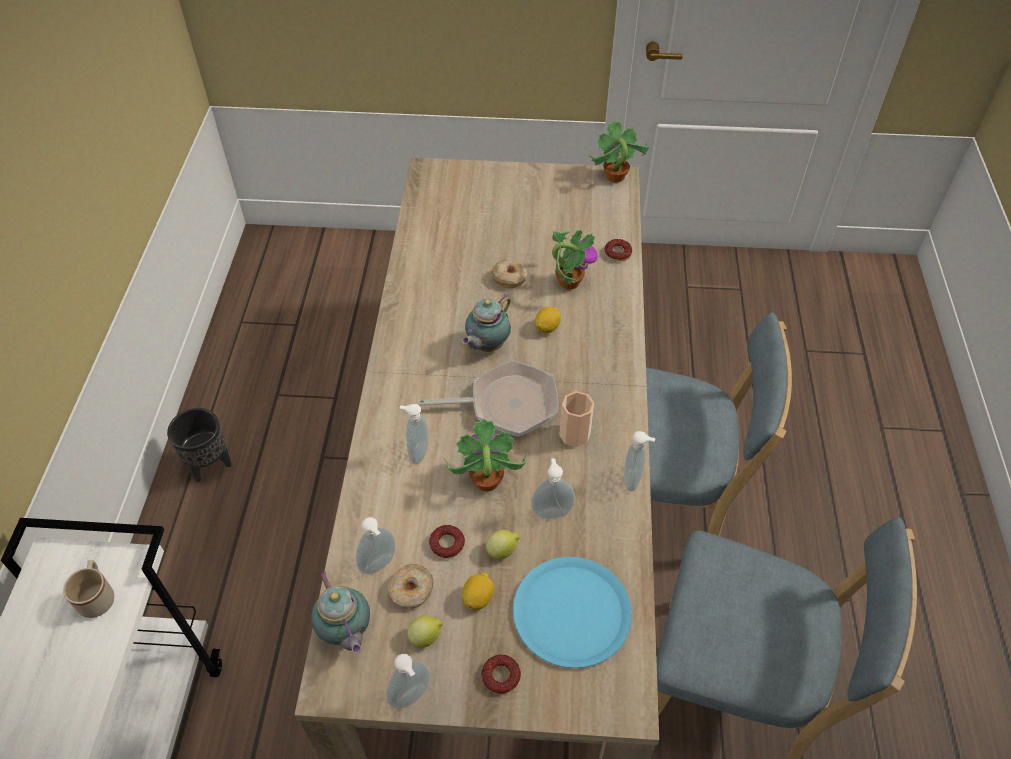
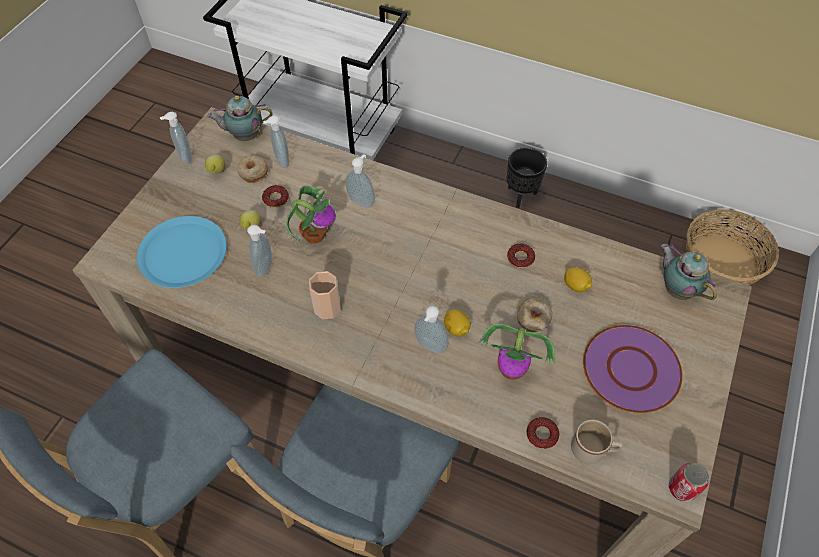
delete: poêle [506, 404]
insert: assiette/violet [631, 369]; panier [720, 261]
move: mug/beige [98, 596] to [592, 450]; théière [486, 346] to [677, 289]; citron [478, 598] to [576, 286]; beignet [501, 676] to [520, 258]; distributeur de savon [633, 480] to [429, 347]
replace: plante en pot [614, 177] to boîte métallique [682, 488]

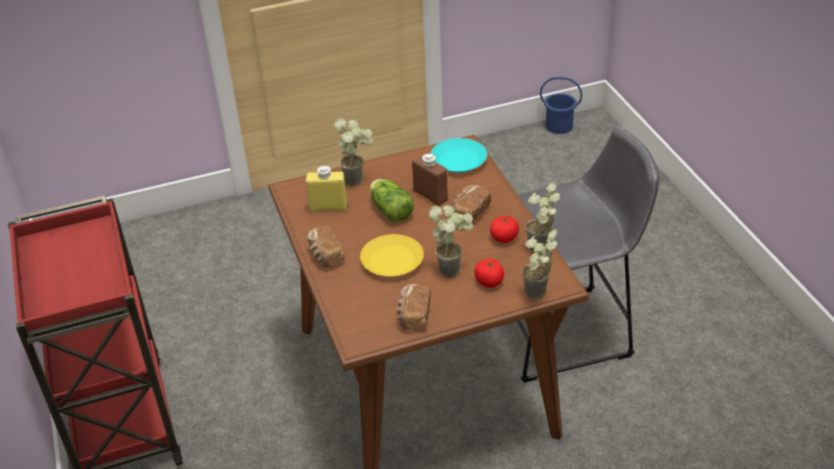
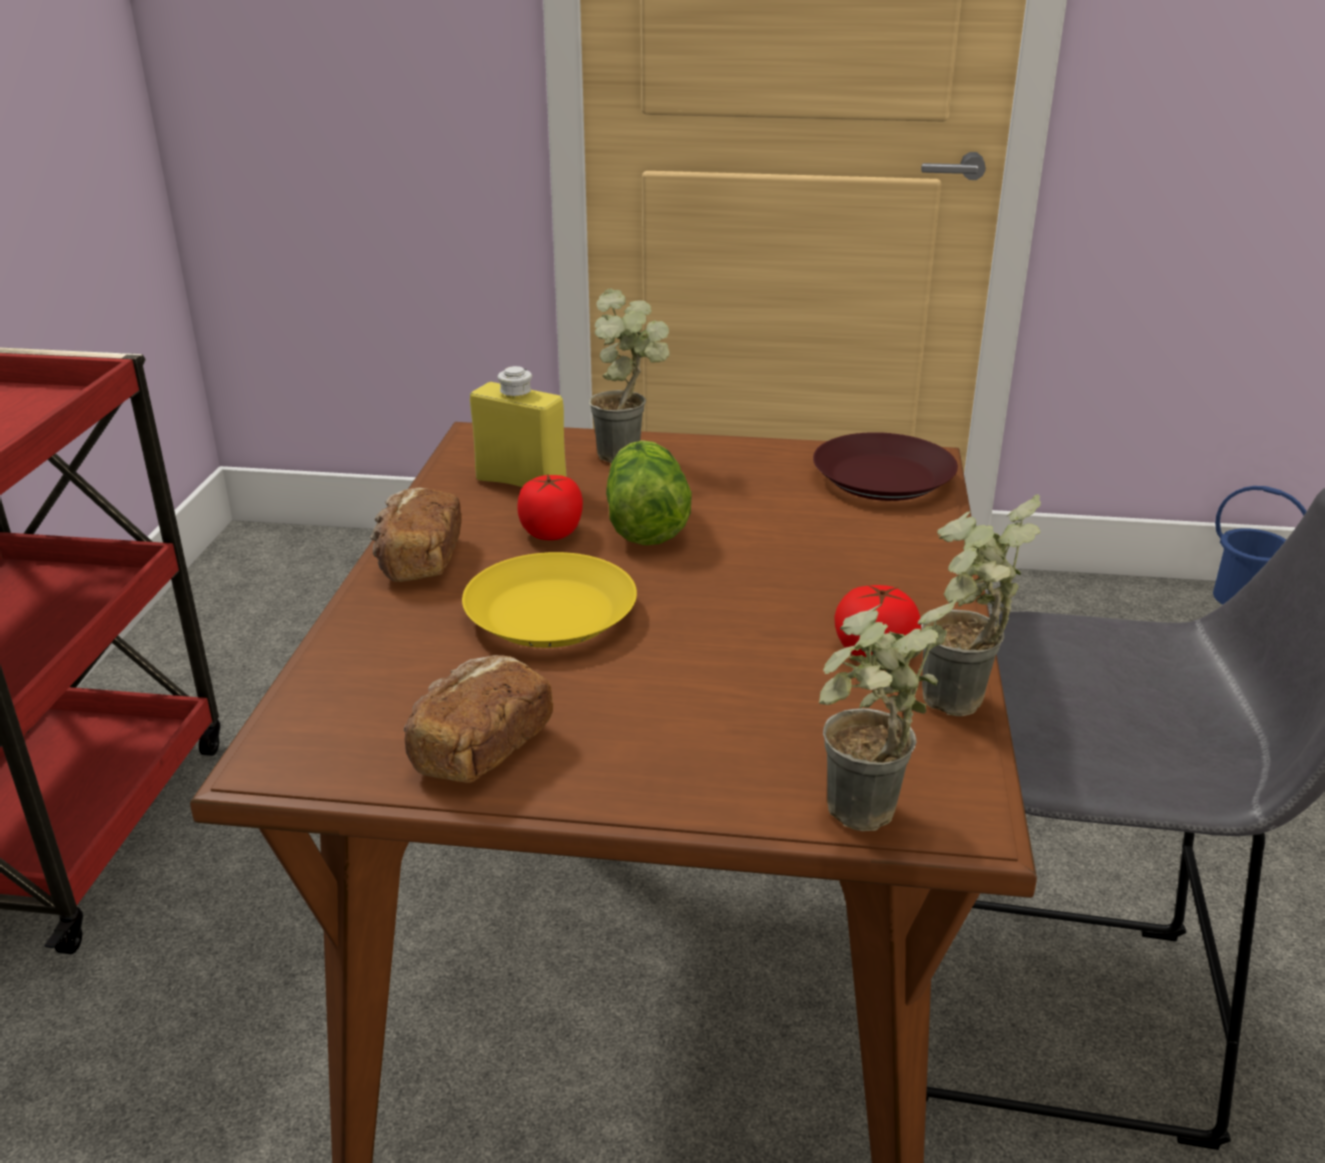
delete: bouteille/marron [430, 195]; plante en pot [453, 268]; pain [469, 213]
move: tomate [489, 282] to [551, 532]
recolor: assiette/turquoise [459, 161] to assiette/marron [883, 479]

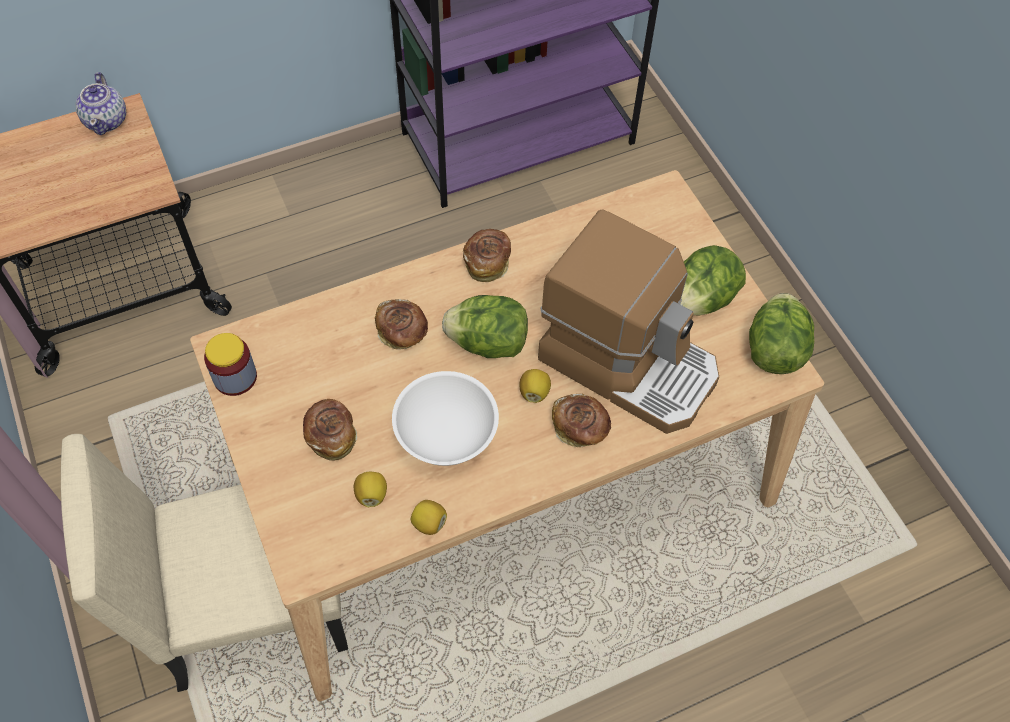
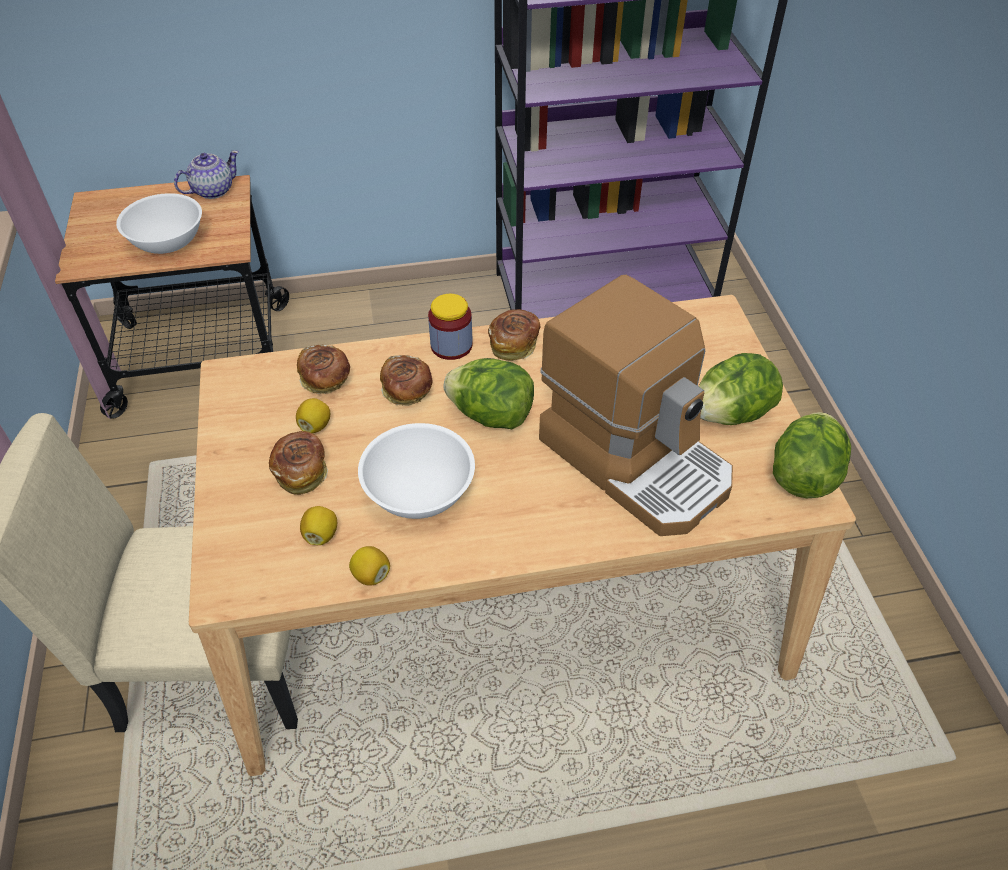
insert: bol/blanc [168, 242]
move: bocal [235, 377] to [451, 345]; citron [534, 392] to [315, 425]; pain [580, 428] to [326, 380]
rotate: théière [107, 120] = [212, 190] 135 degrees counterclockwise

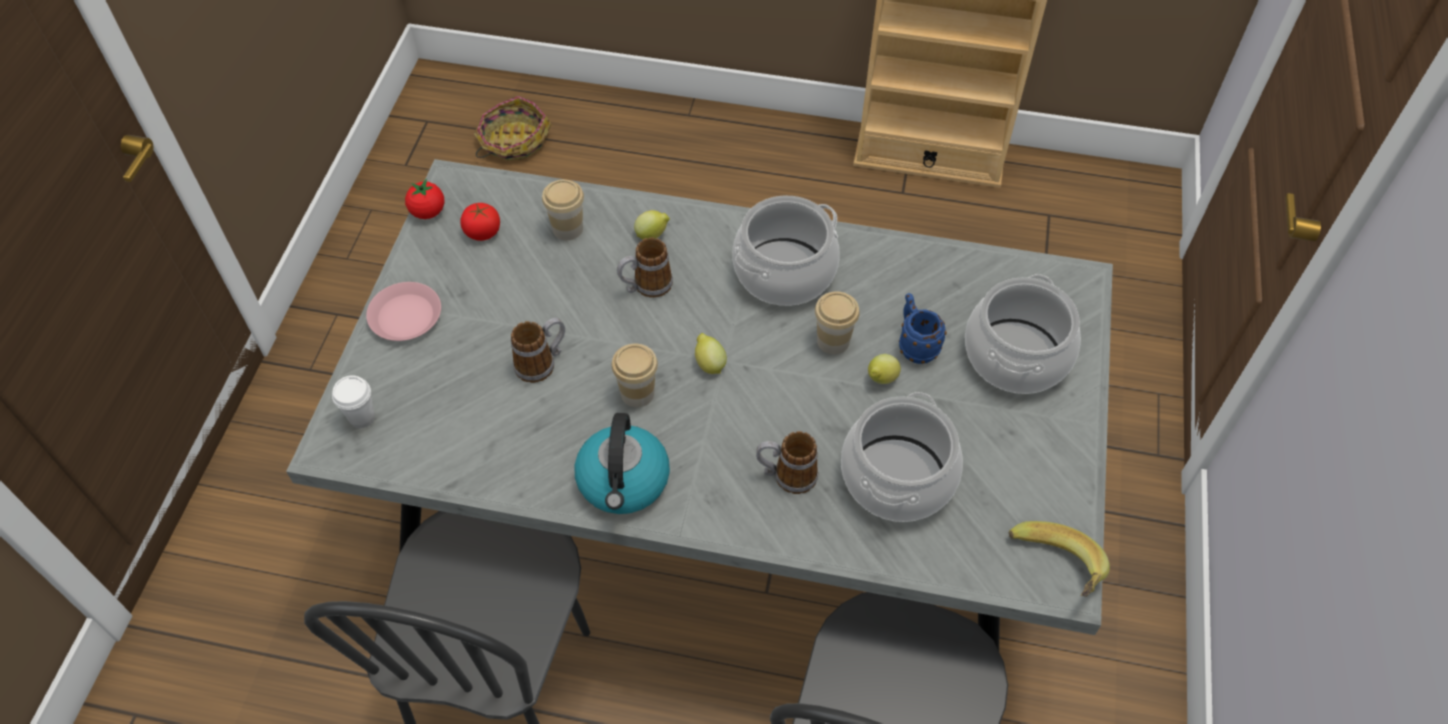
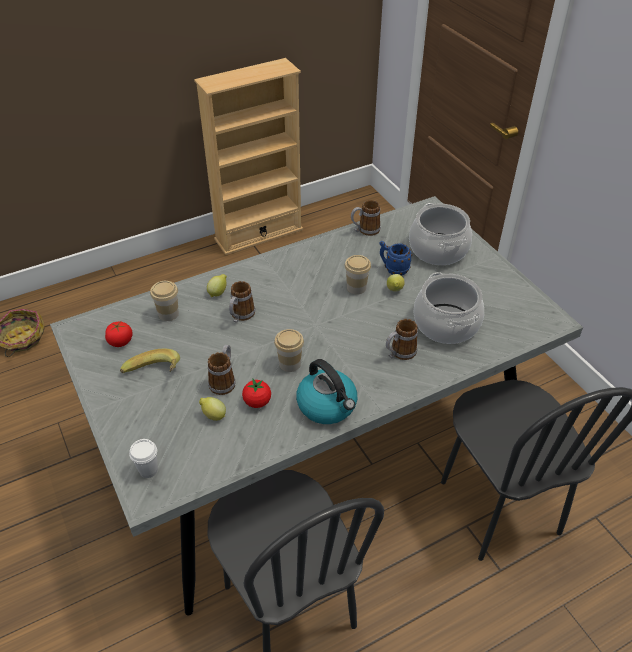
delete: assiette/rose [405, 317]; marmite [784, 271]
insert: mug [365, 230]
move: tomate [428, 212] to [257, 402]; citron [709, 364] to [213, 415]; banane [1053, 571] to [154, 376]

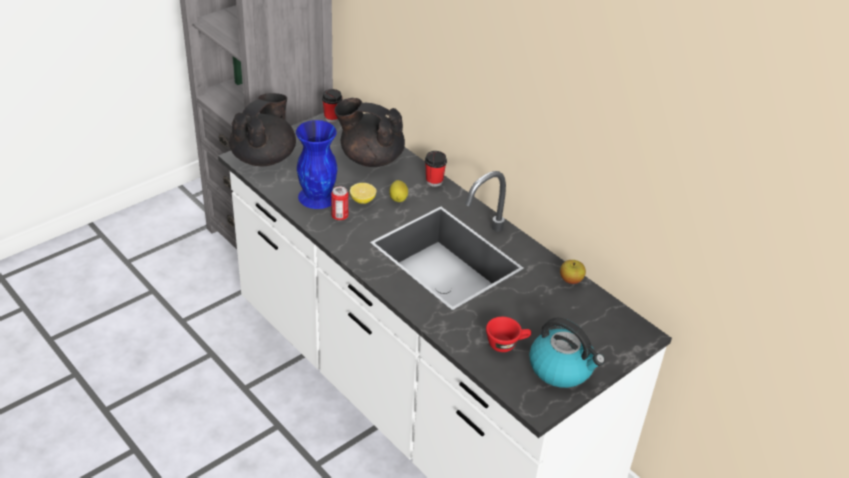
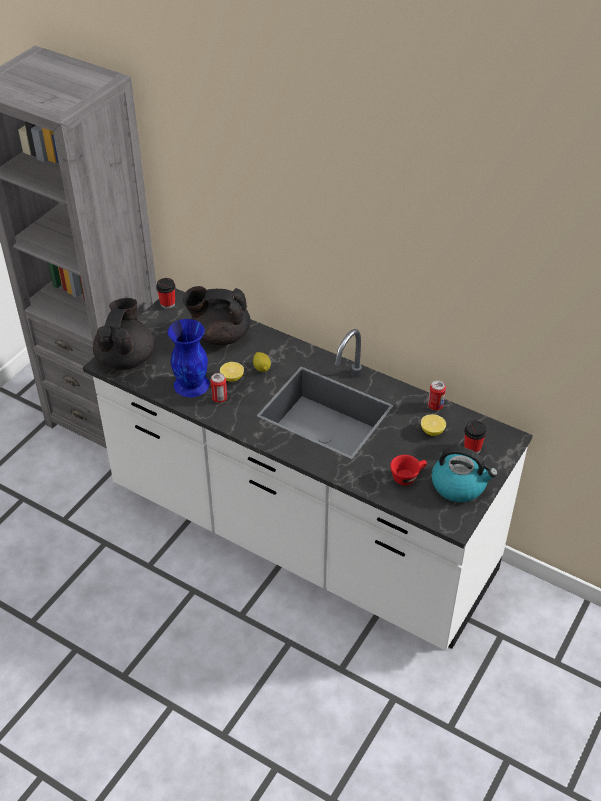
insert: citron [432, 431]
move: tasse [434, 181] to [472, 448]
replace: pomme [571, 280] to boîte métallique [435, 406]

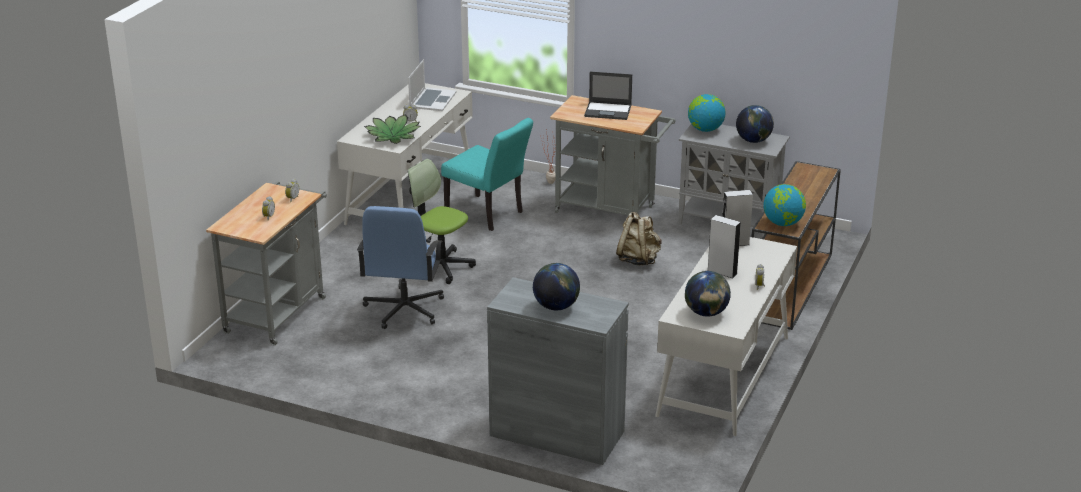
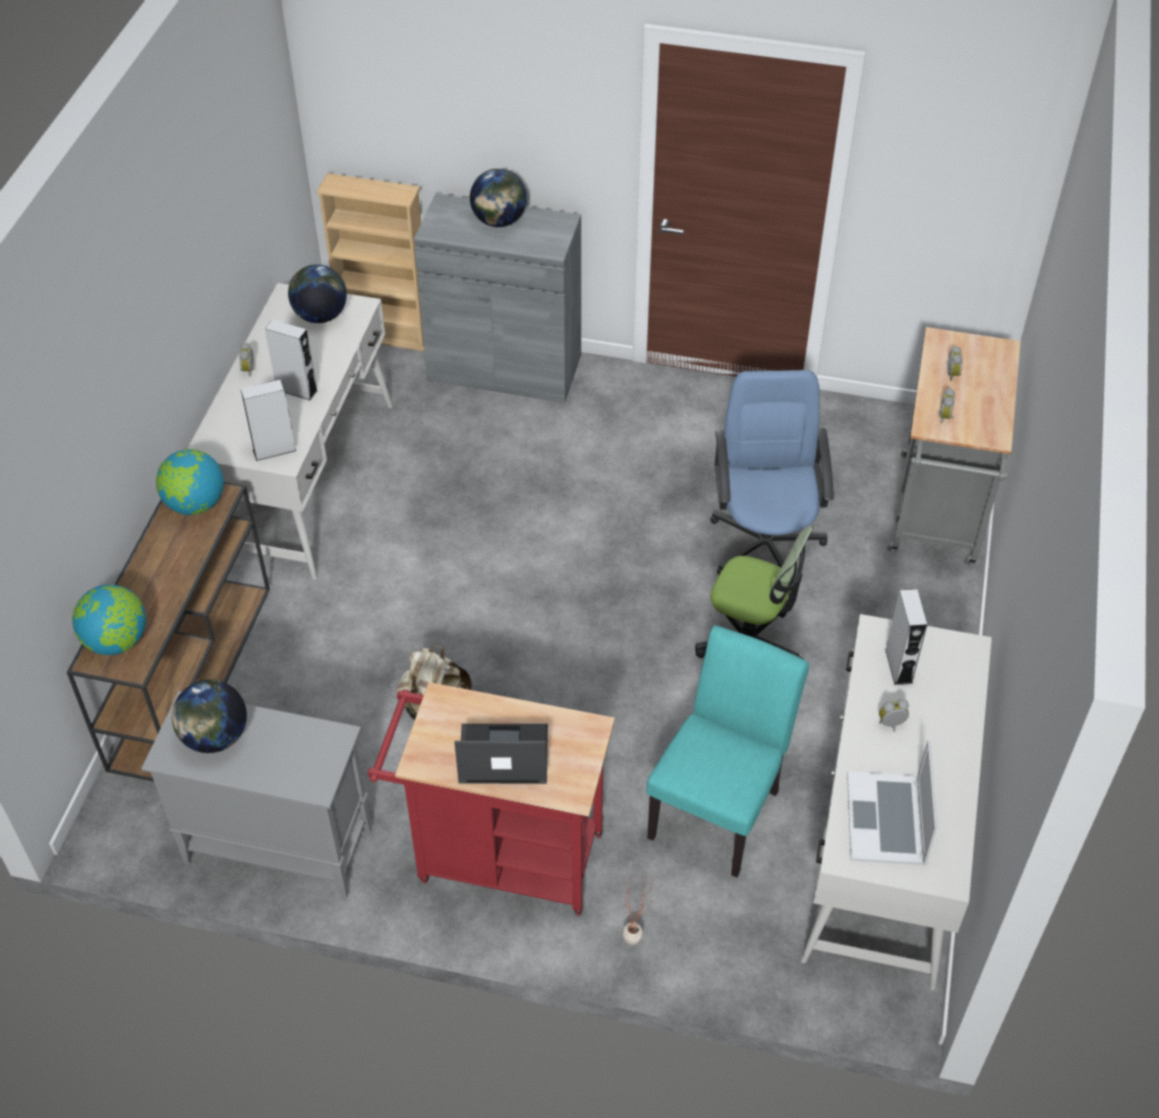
insert: bibliothèque/beige [385, 334]
move: globe [705, 129] to [117, 641]
replace: plante en pot [393, 136] to enceinte/gris [898, 666]
recolor: chariot/gris [611, 210] to chariot/rouge [499, 856]
rotate: chaise/turquoise [488, 215] = [719, 806] 90 degrees clockwise

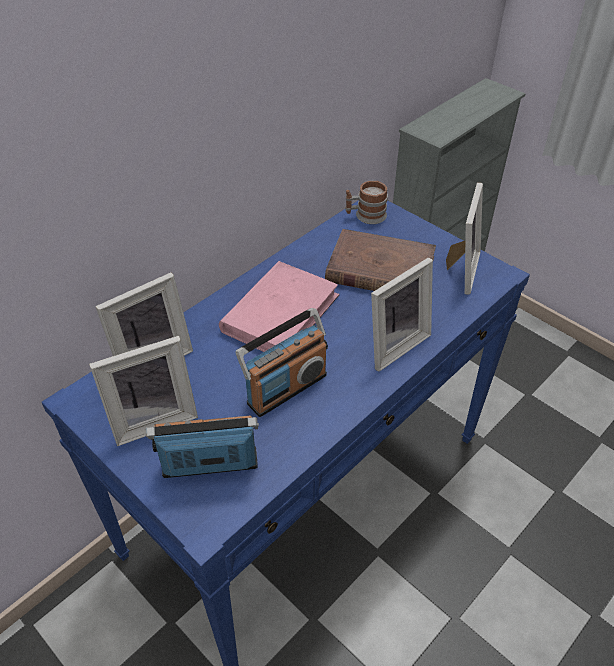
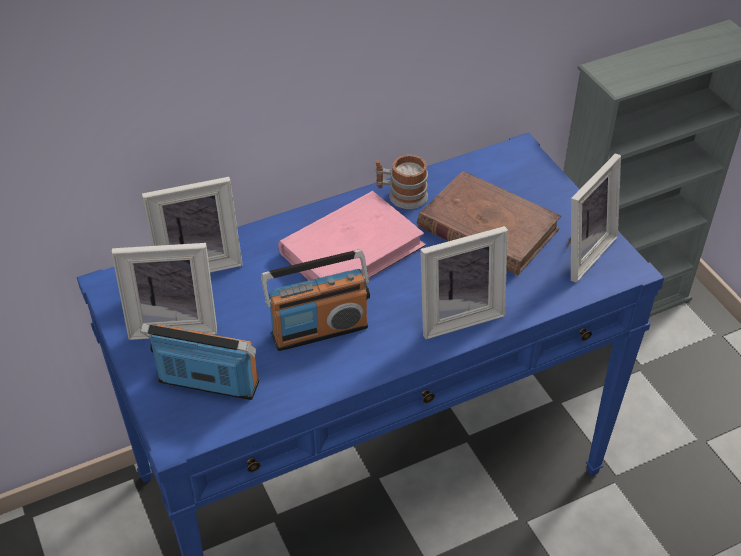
move: mug [365, 216] to [401, 195]

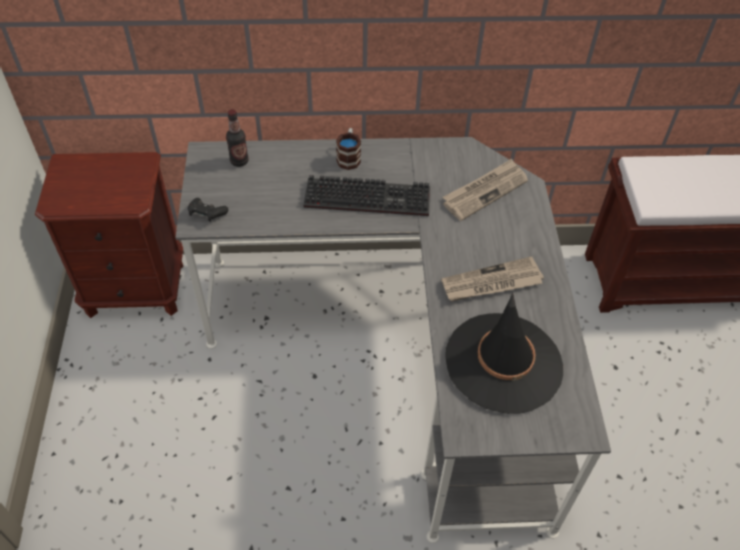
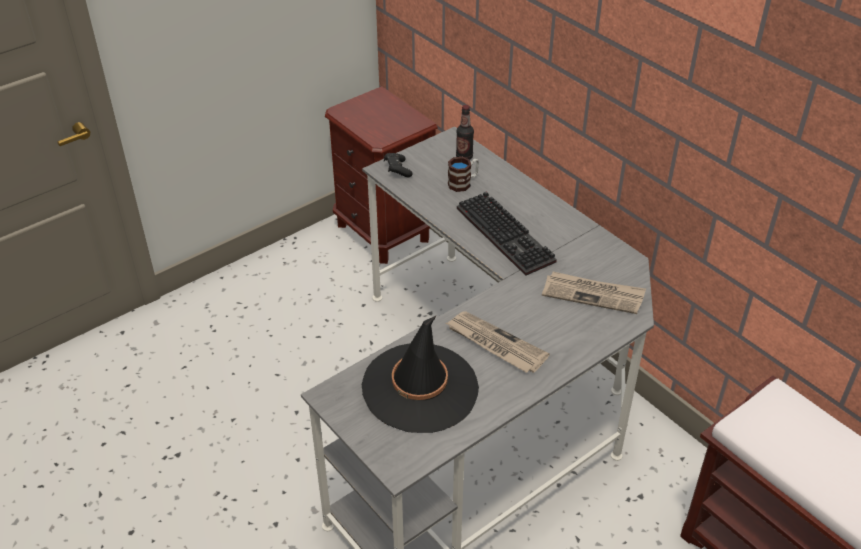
move: mug [349, 157] to [463, 183]

